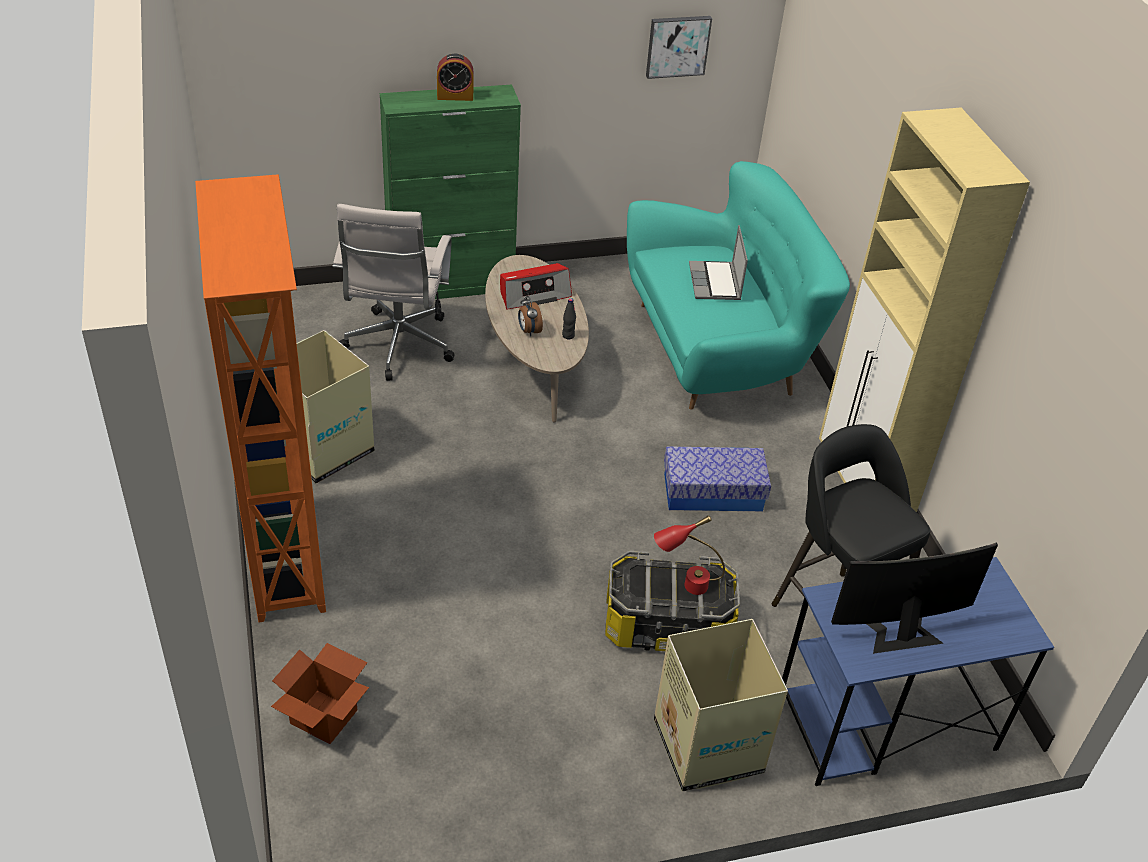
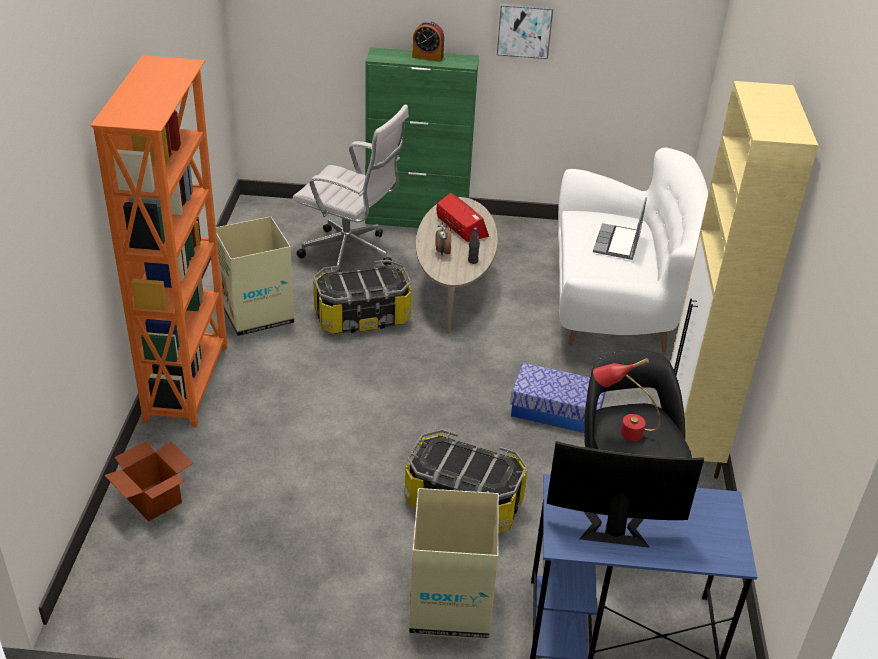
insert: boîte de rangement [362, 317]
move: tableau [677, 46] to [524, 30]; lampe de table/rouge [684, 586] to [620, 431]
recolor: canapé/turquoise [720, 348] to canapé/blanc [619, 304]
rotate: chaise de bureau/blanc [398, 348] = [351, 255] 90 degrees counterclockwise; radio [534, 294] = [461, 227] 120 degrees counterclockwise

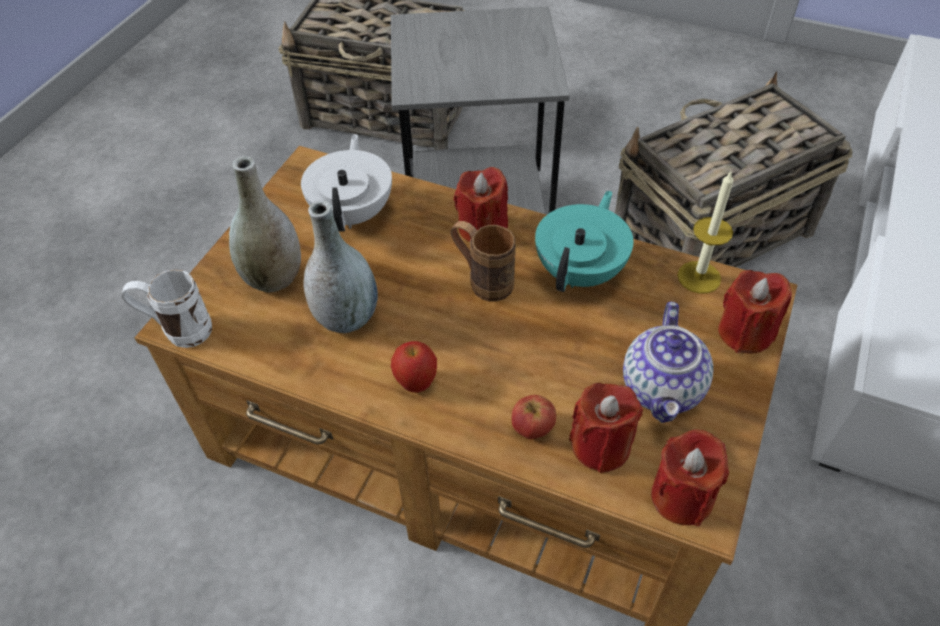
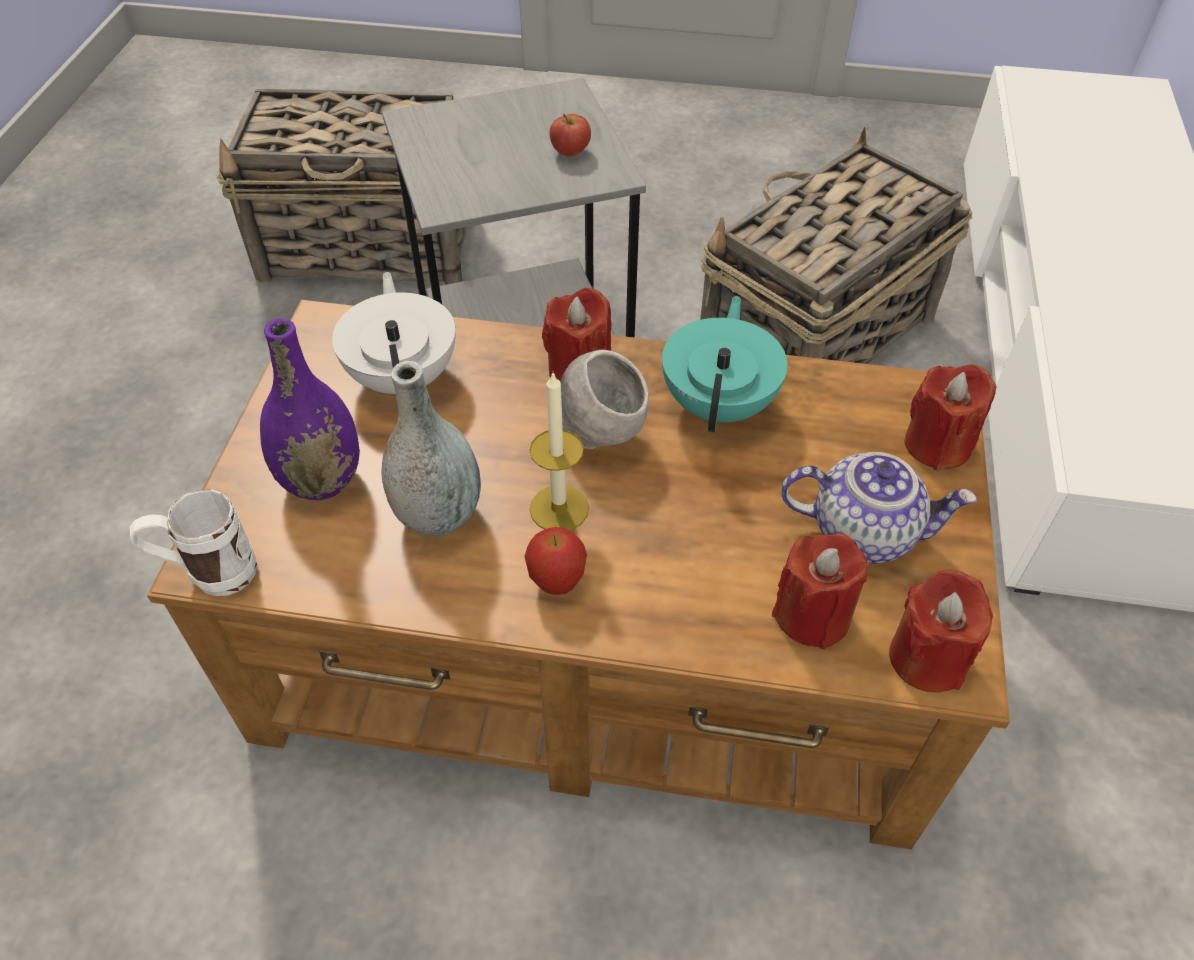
move: pomme [533, 428] to [570, 152]; bougie [699, 277] to [559, 508]
replace: mug/marron [482, 281] to bol/gris [601, 436]
recolor: vase/gris [274, 278] to vase/violet [322, 480]
rotate: théière [663, 389] = [864, 531] 75 degrees counterclockwise

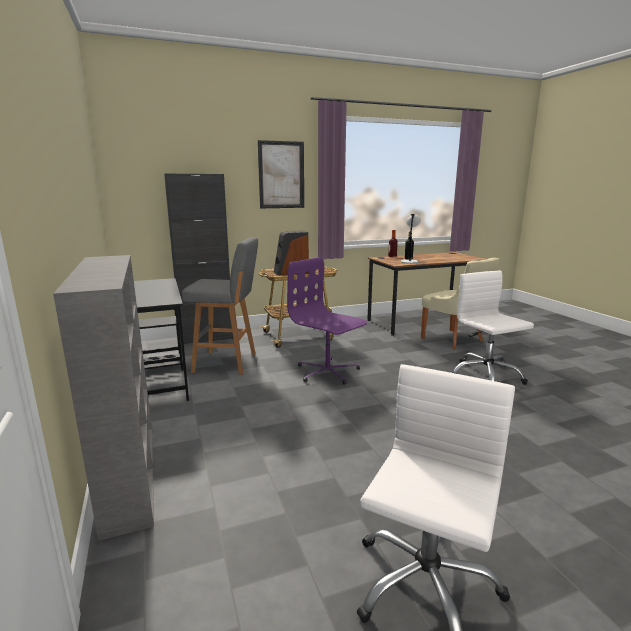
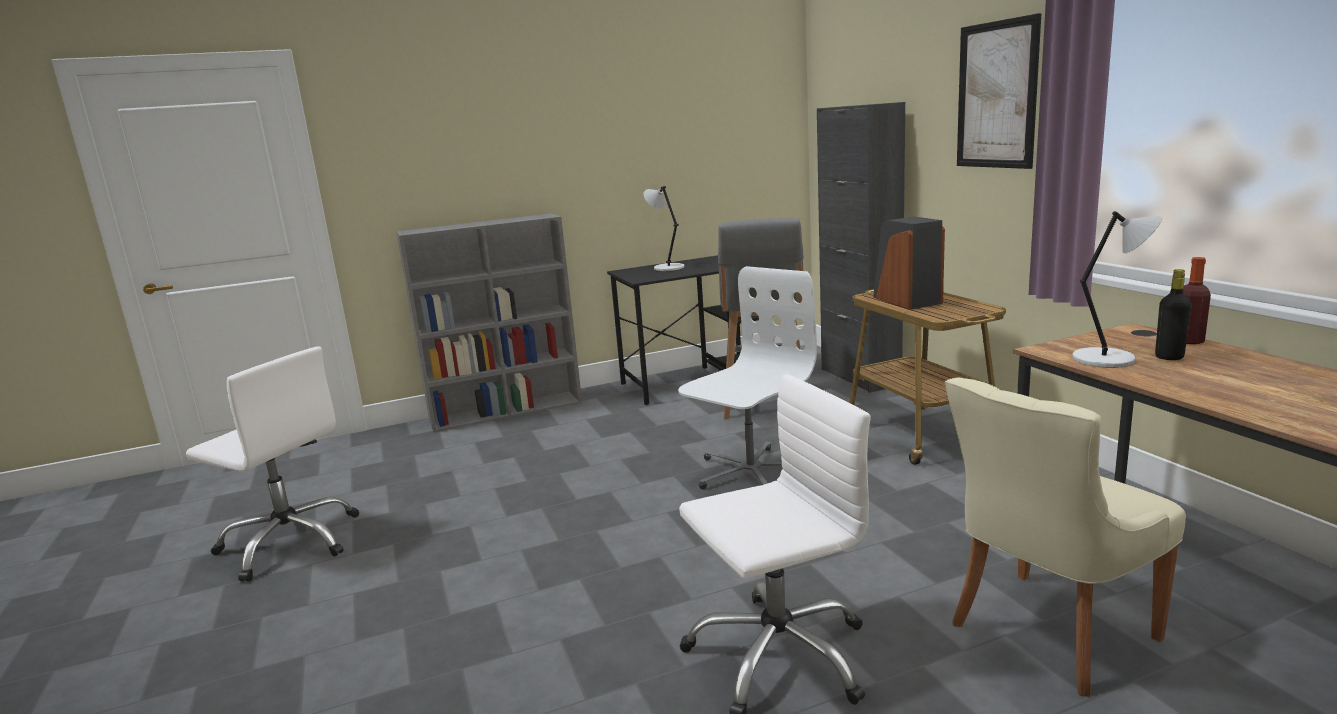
insert: lampe de table/gris [667, 268]
recolor: chaise de bureau/violet [327, 372] to chaise de bureau/blanc [749, 472]

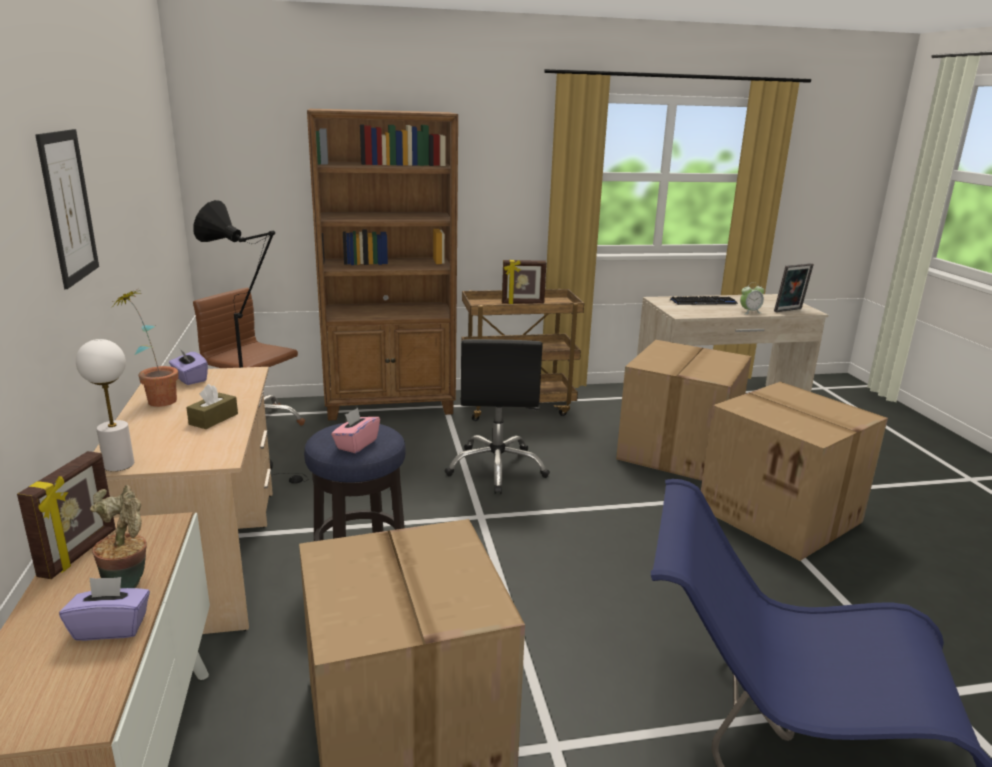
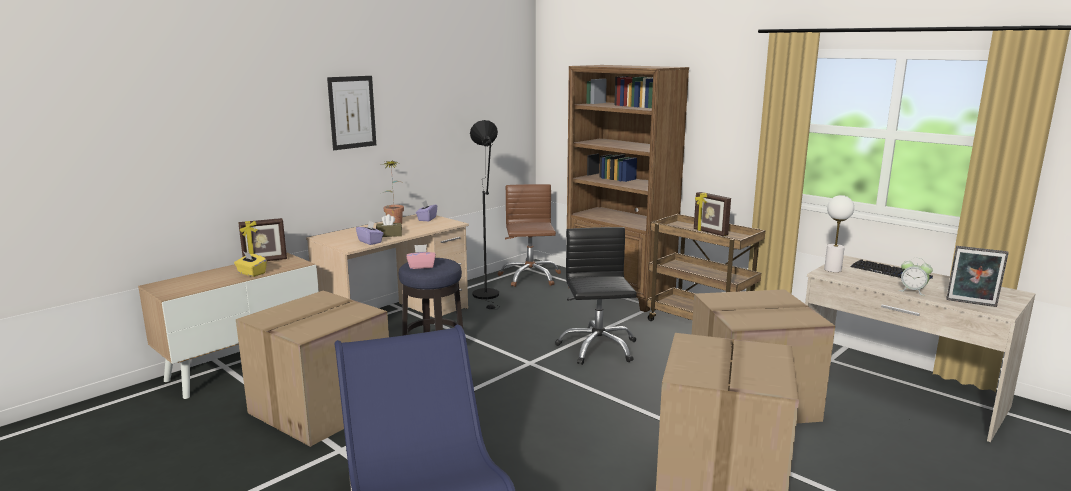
move: boîte à mouchoirs/violet [111, 627] to [370, 242]; lampe de table/blanc [118, 464] to [832, 269]
replace: plante en pot [129, 584] to boîte à mouchoirs/jaune [251, 273]
rotate: chaise de bureau/noir [497, 468] = [597, 348] 120 degrees clockwise

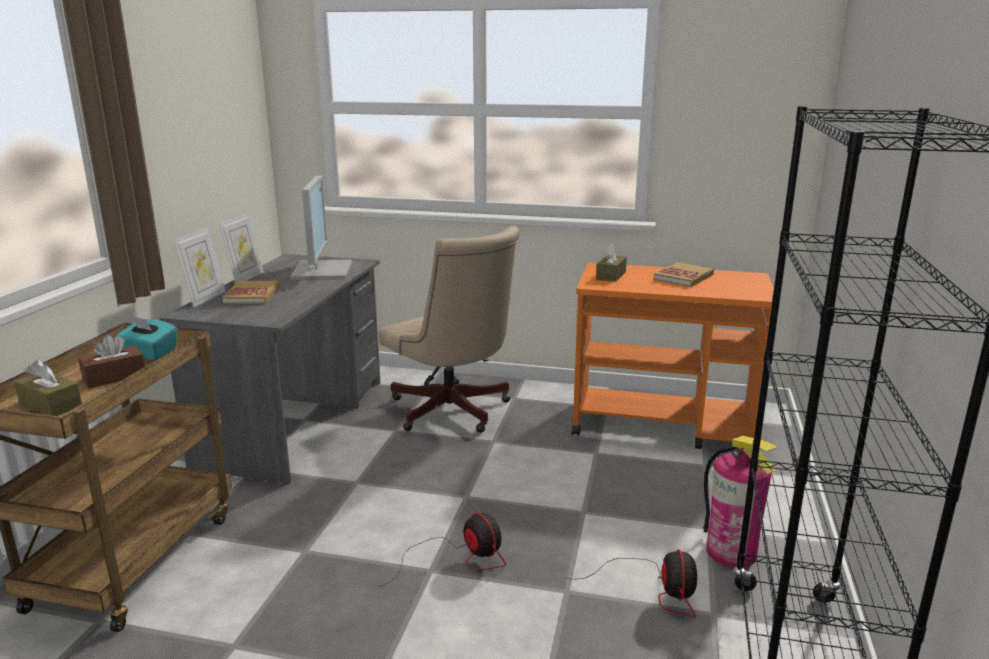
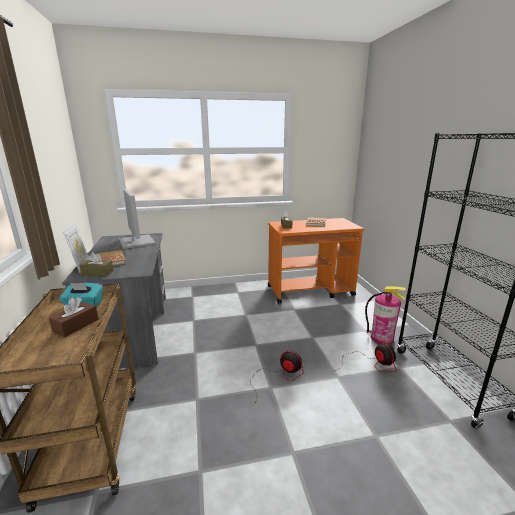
delete: cadre photo [245, 278]; chaise de bureau/beige [453, 412]
move: boîte à mouchoirs/marron [50, 405] to [97, 273]

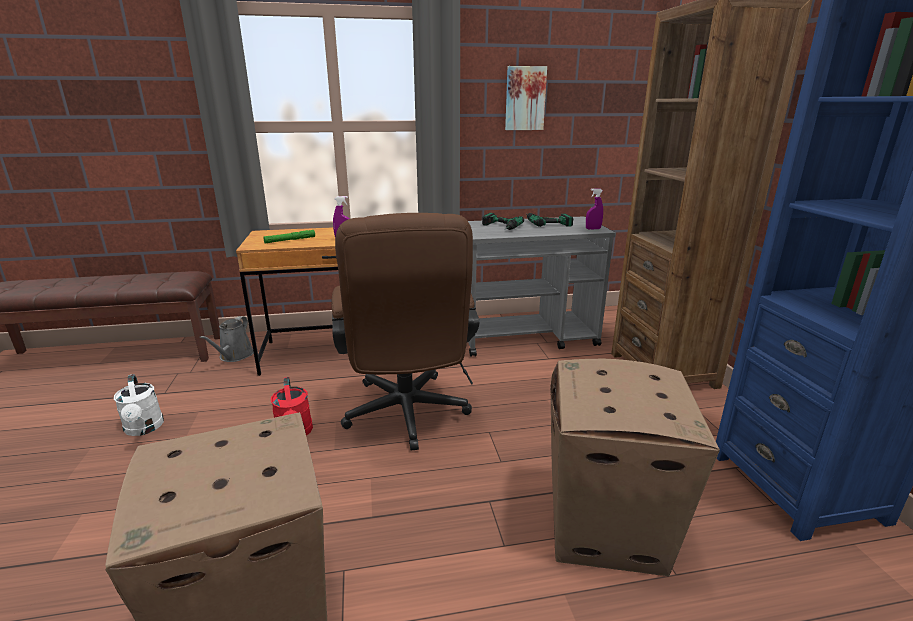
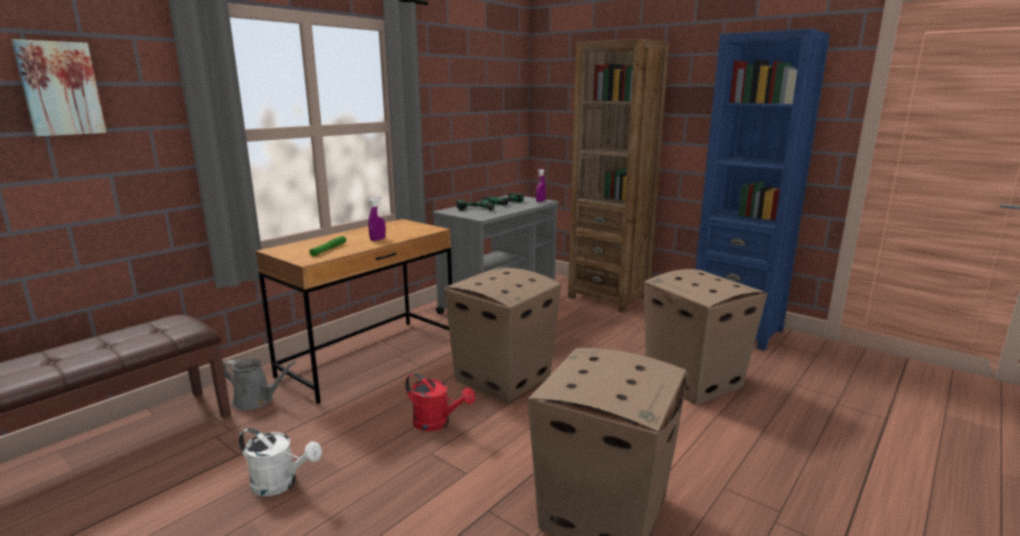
move: tableau [525, 98] to [60, 88]
replace: chaise de bureau/marron [407, 417] to carton [502, 379]
rotate: arrosoir/gris [234, 356] = [256, 400] 45 degrees counterclockwise

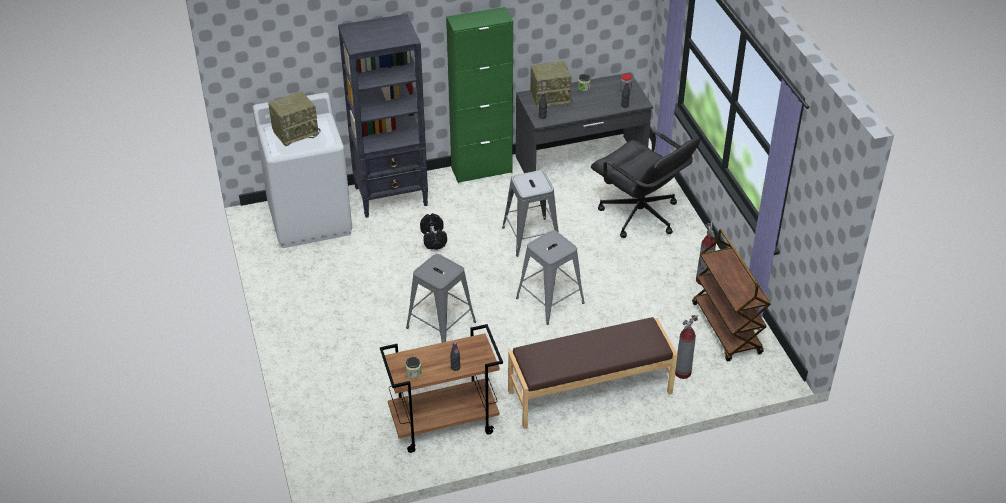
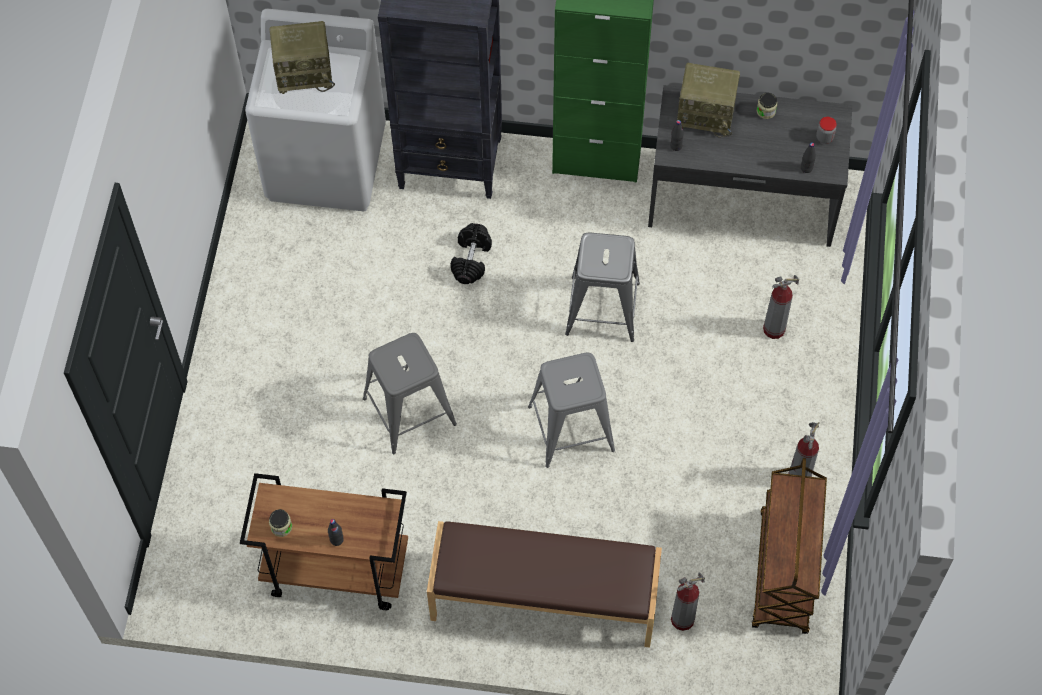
replace: chaise de bureau/noir [640, 216] to extincteur [773, 329]

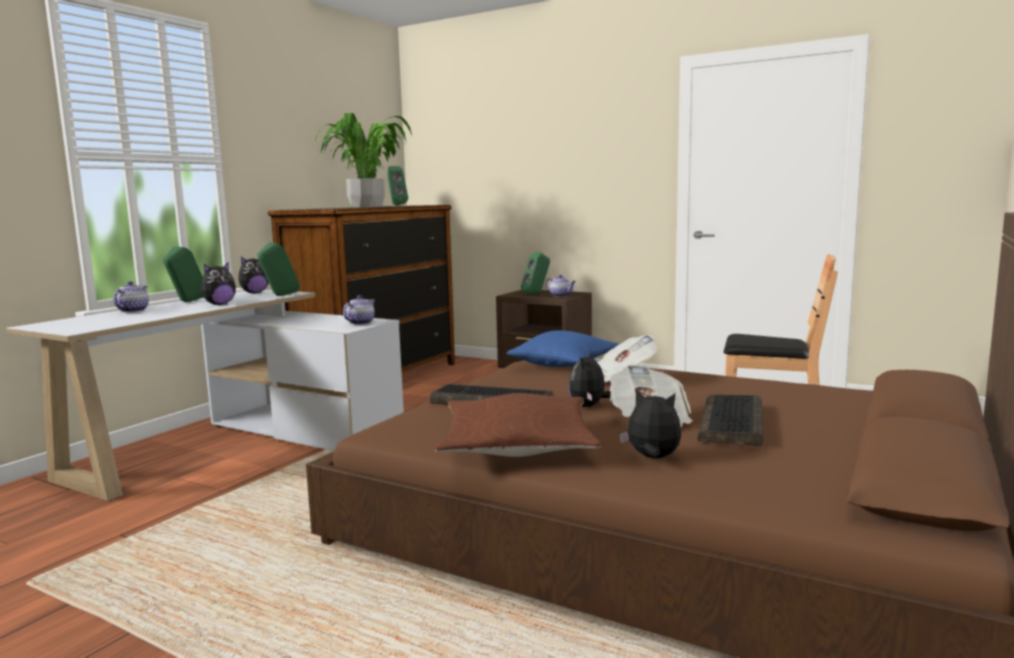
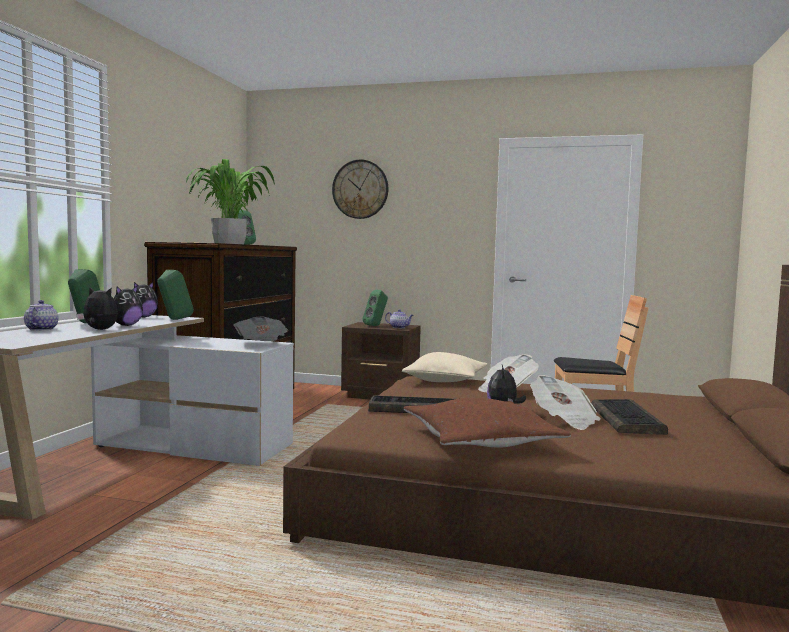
insert: horloge murale [360, 189]
move: peluche [652, 458] to [99, 330]
replace: théière [360, 323] to journal [261, 344]
recolor: coussin/bleu [563, 364] to coussin/beige [445, 380]

